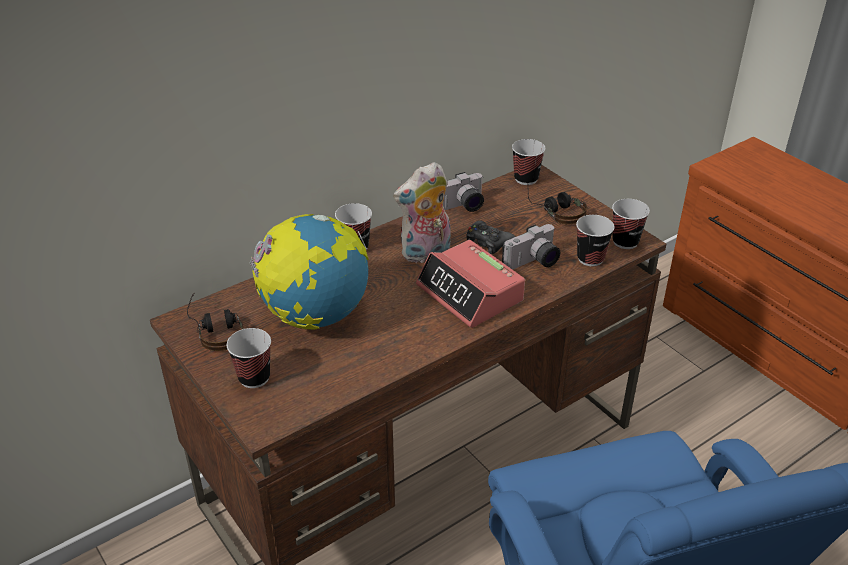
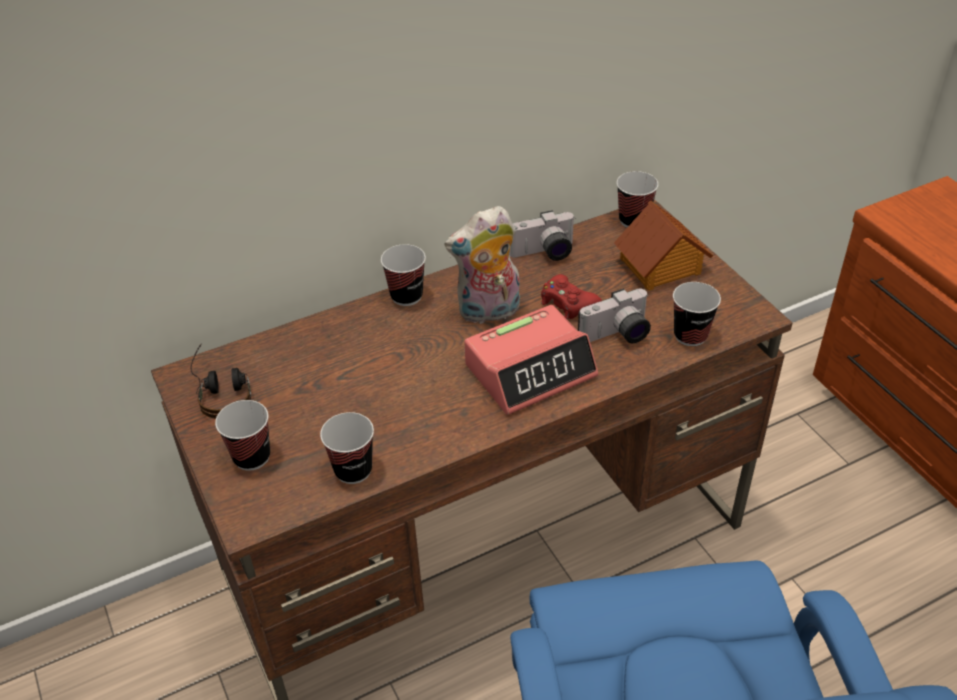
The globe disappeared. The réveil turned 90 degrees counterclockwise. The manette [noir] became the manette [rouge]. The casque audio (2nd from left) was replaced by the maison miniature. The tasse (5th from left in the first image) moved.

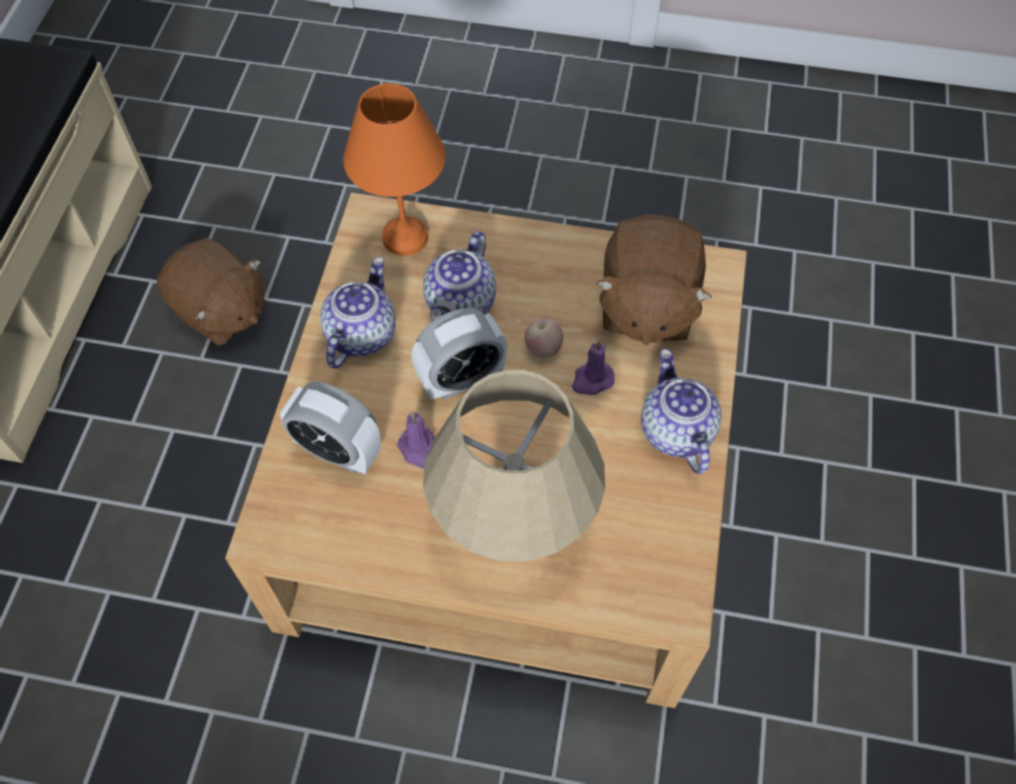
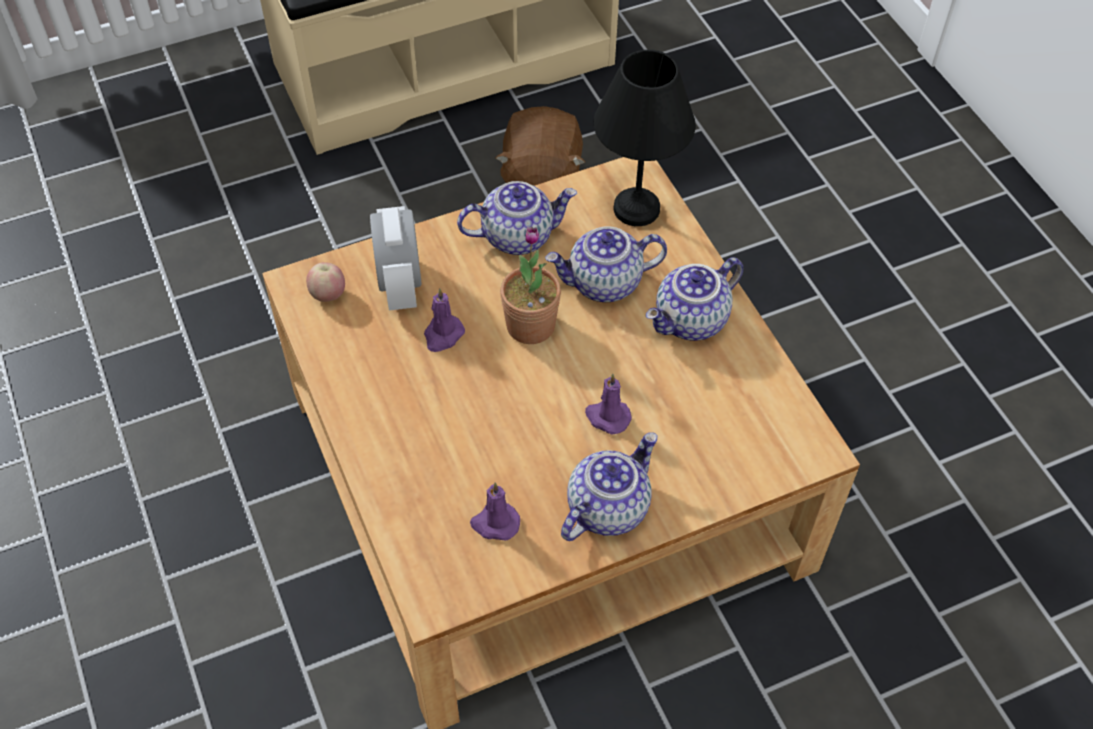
The lampe de table [orange] became the lampe de table [noir]. The réveil (2nd from left) was replaced by the plante en pot. The lampe de table [beige] disappeared. The pomme moved. The peluche [marron] (2nd from left) disappeared. The bougie [violet] (2nd from left) appeared. The théière (4th from left) appeared.

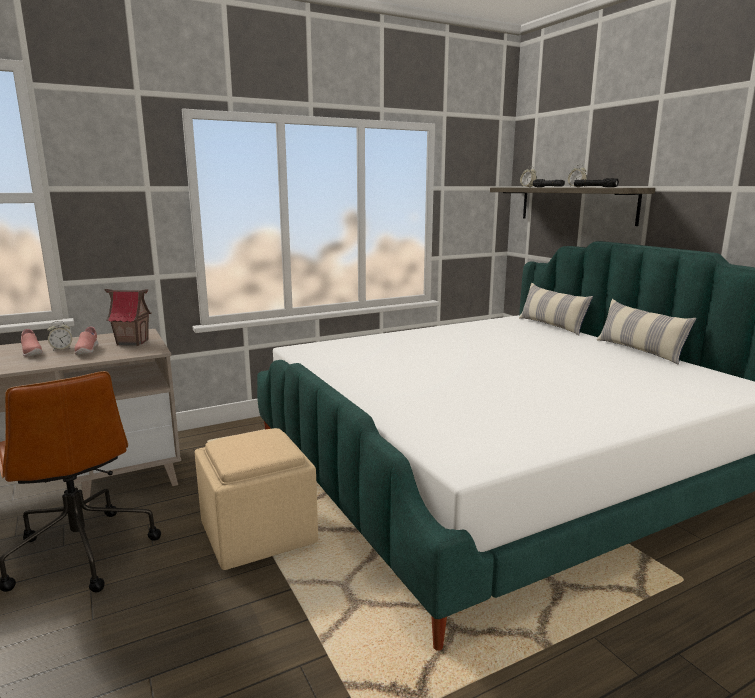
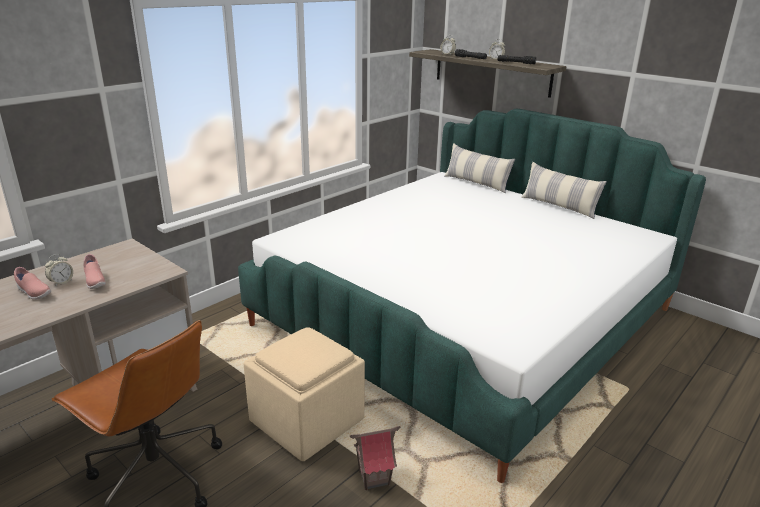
The maison miniature moved.

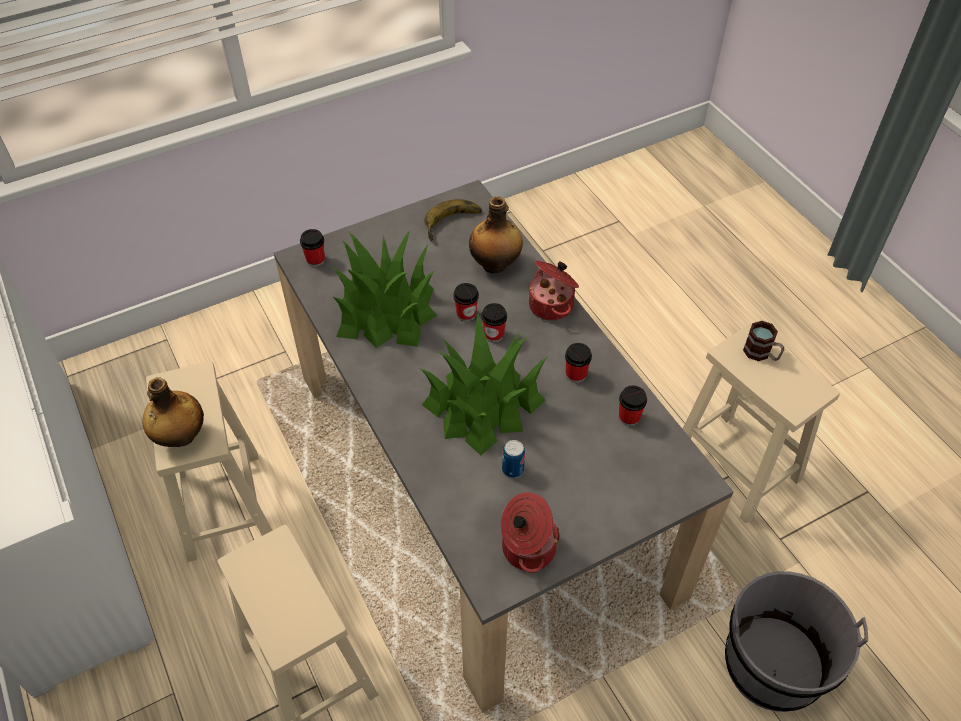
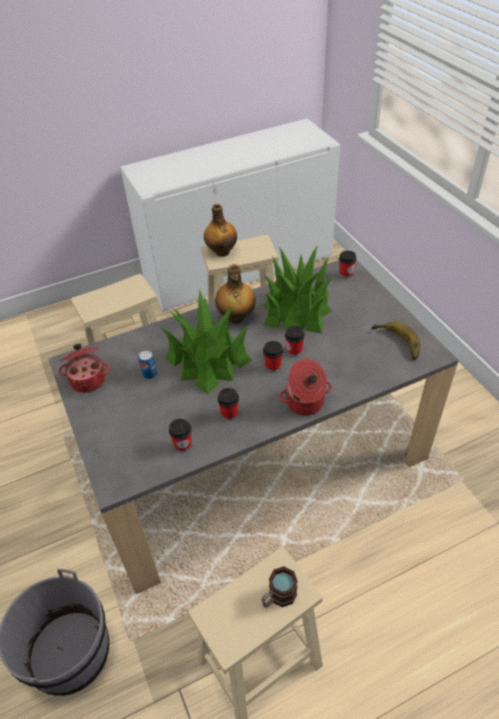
The bouteille (2nd from left) moved.

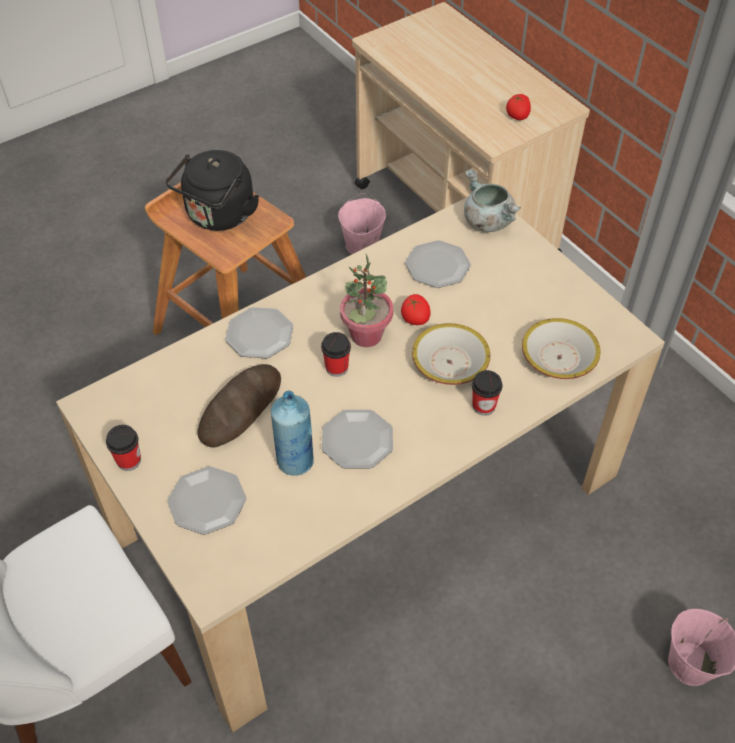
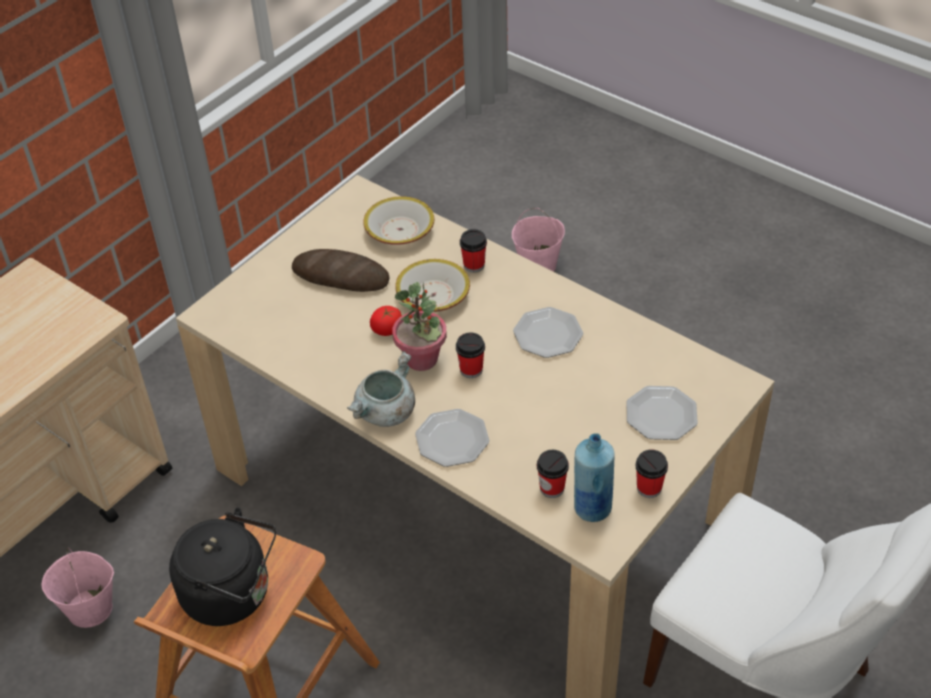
The pain moved. The bouteille [bleu] moved. The assiette (4th from left) disappeared. The marmite [gris] moved. The tomate (2nd from left) disappeared. The tasse (3rd from left) appeared.

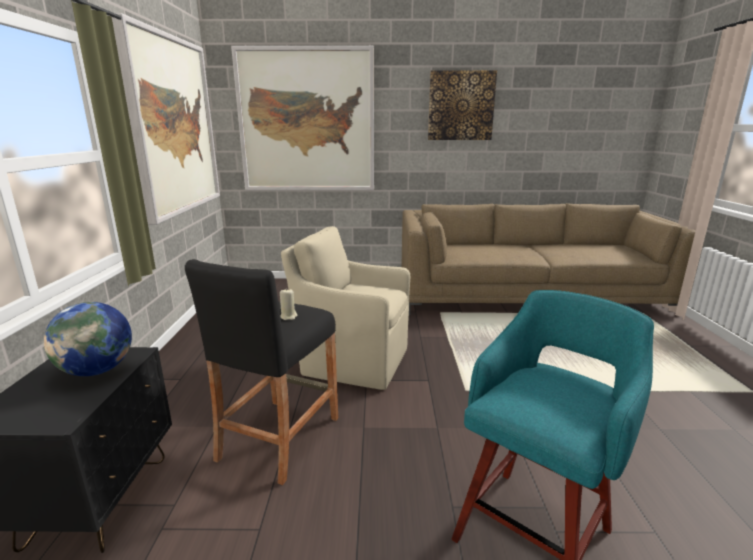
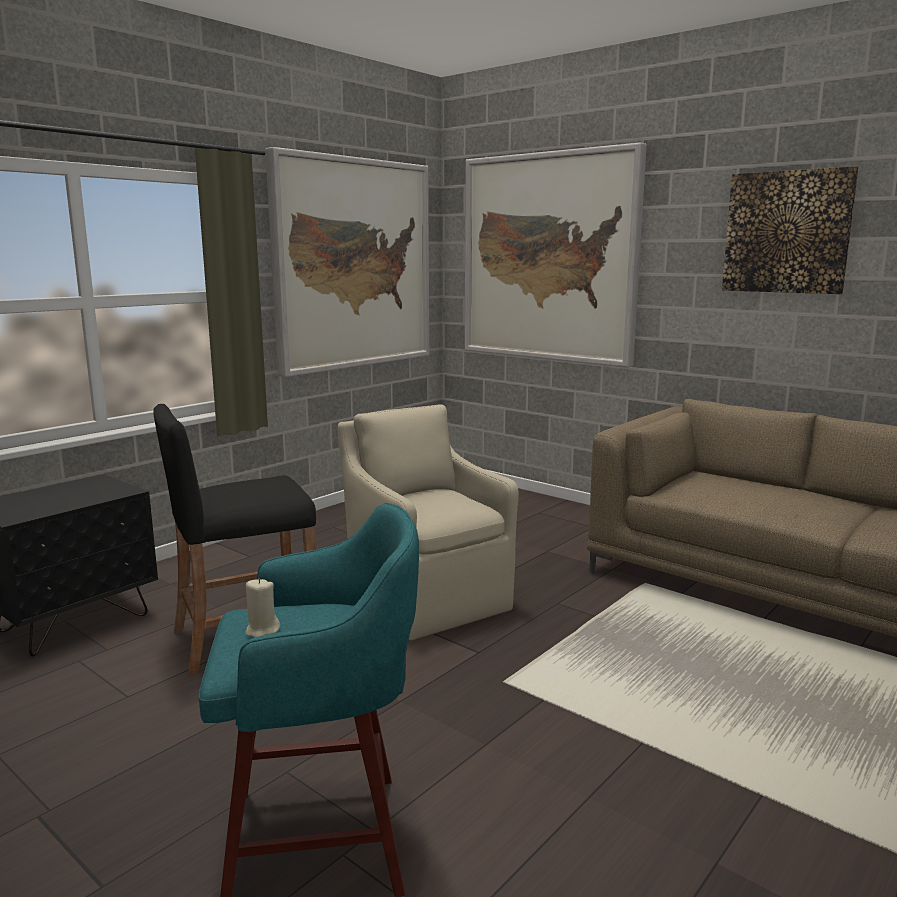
The globe disappeared. The bougie [beige] moved.

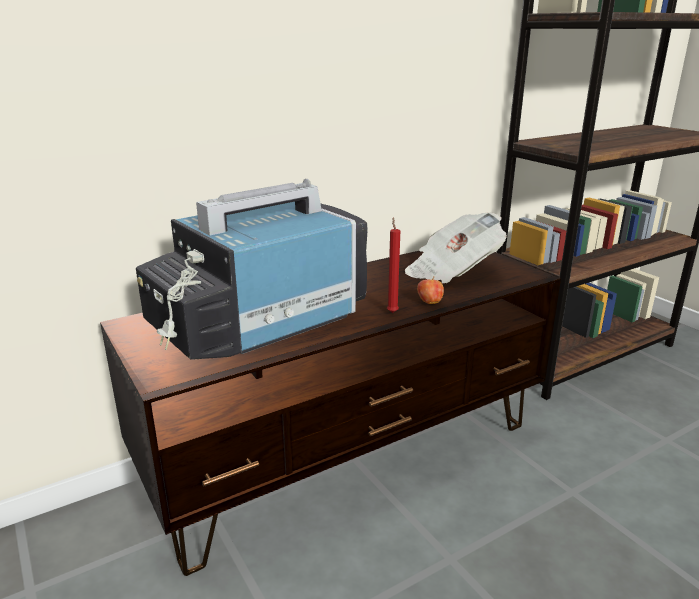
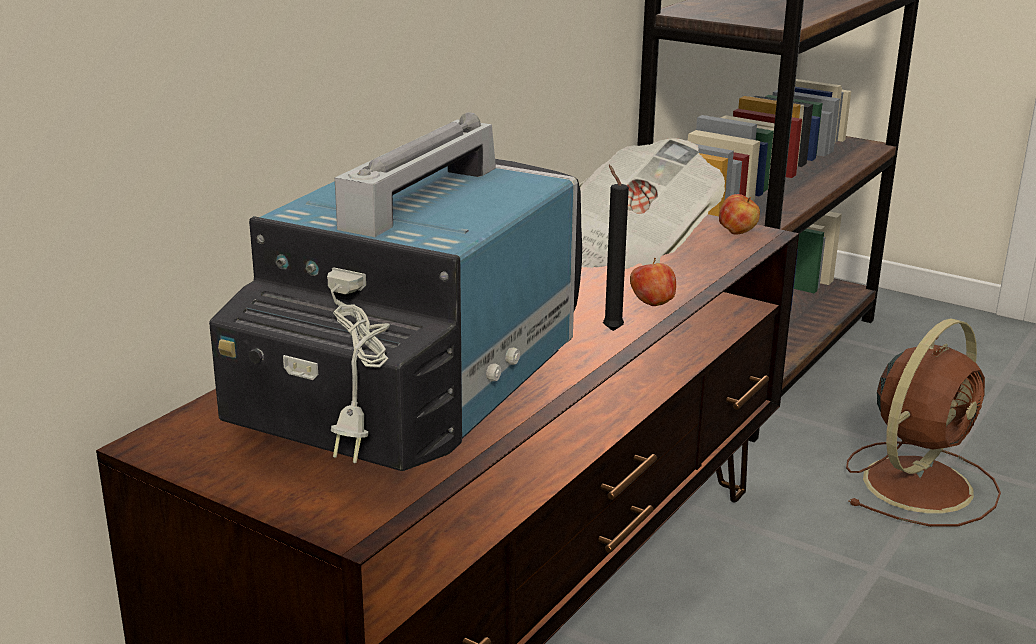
The bougie [rouge] became the bougie [noir]. The pomme (2nd from left) appeared. The ventilateur [marron] appeared.

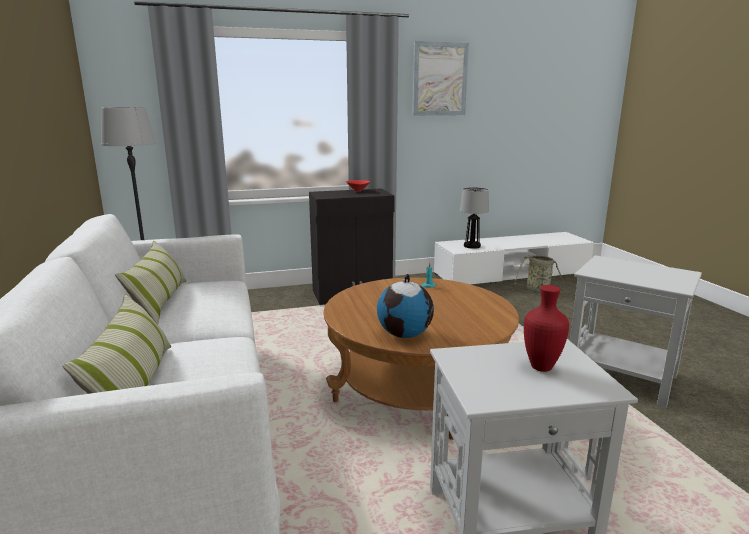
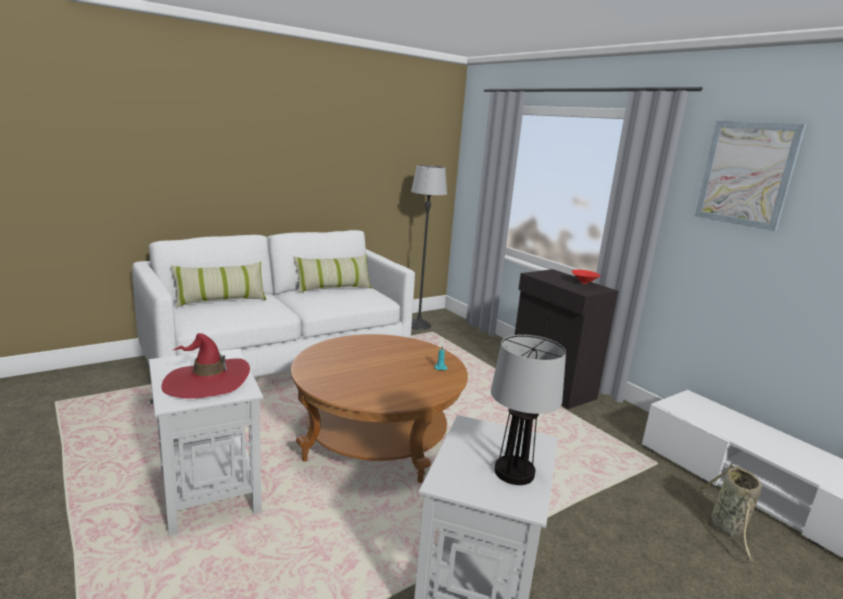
The globe disappeared. The lampe de table moved. The vase [rouge] was replaced by the chapeau [rouge].

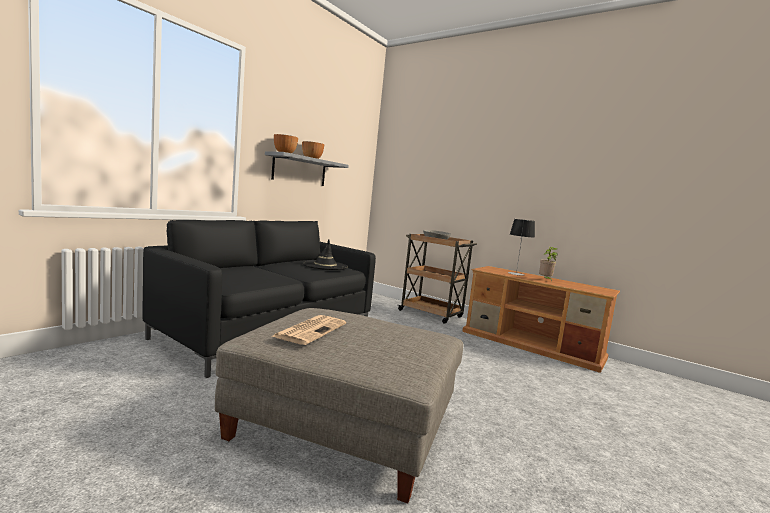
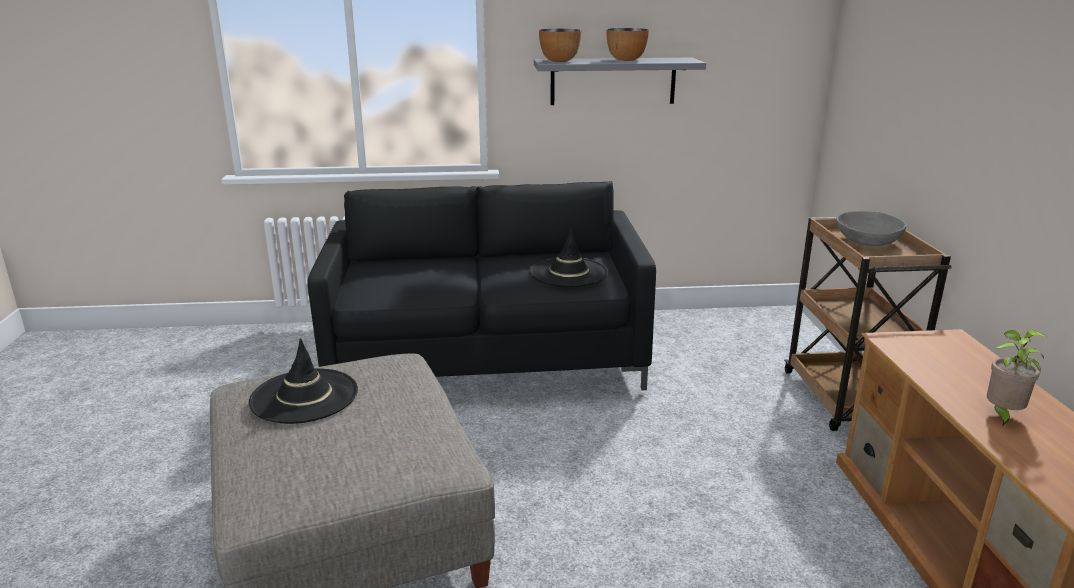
The journal was replaced by the chapeau [noir] (1st from left). The lampe de table disappeared.

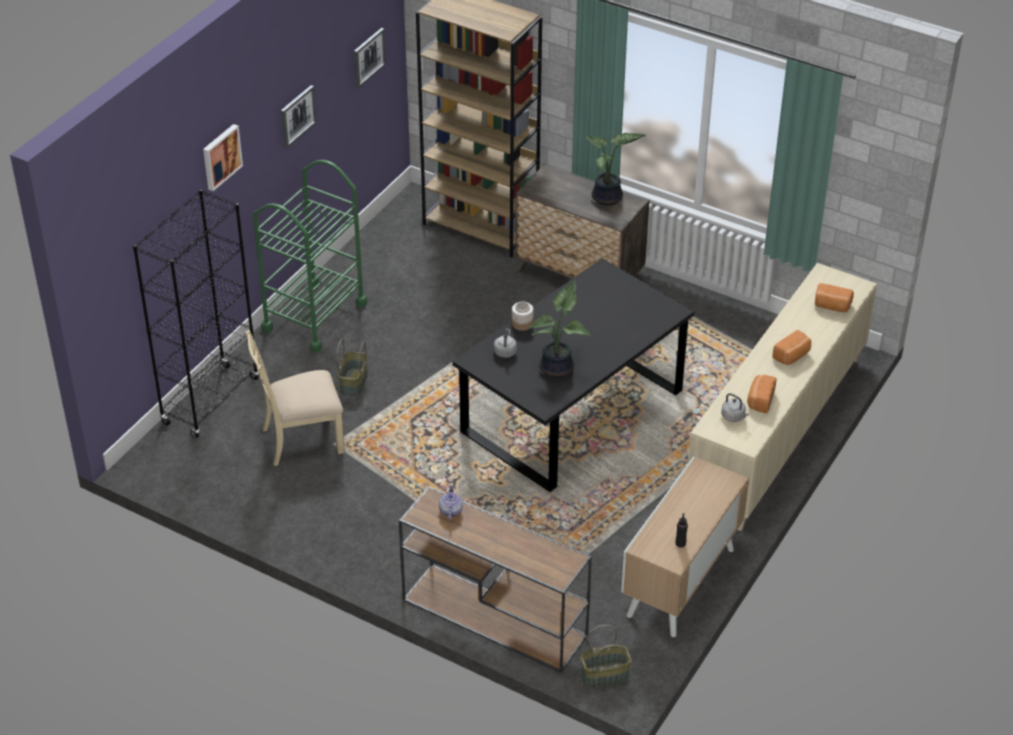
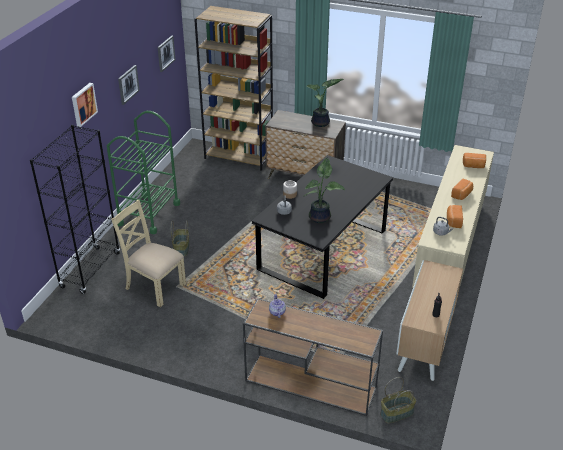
The chaise [beige] turned 60 degrees clockwise.

